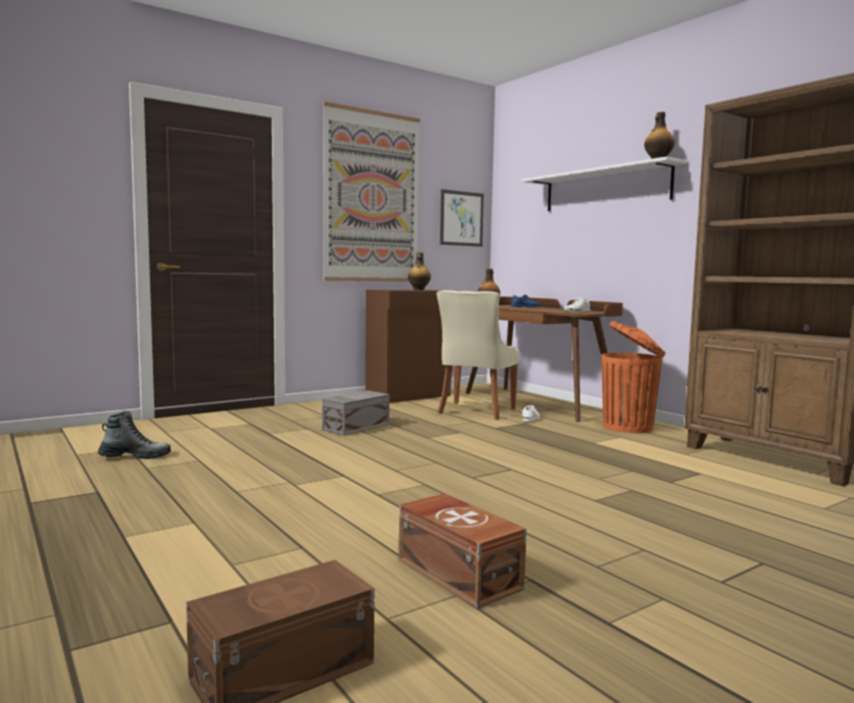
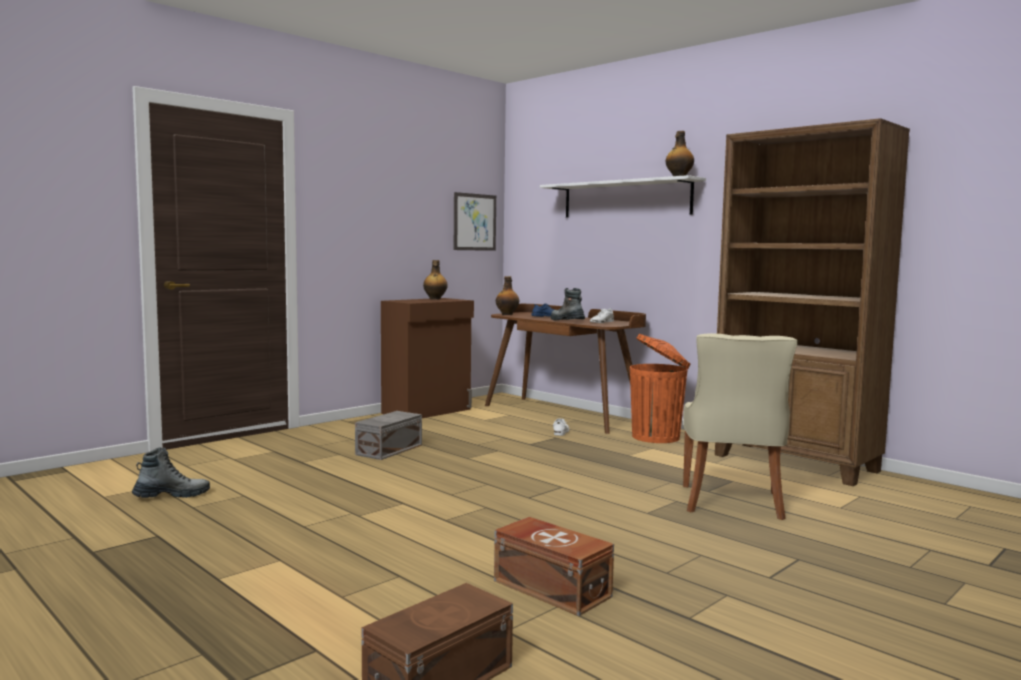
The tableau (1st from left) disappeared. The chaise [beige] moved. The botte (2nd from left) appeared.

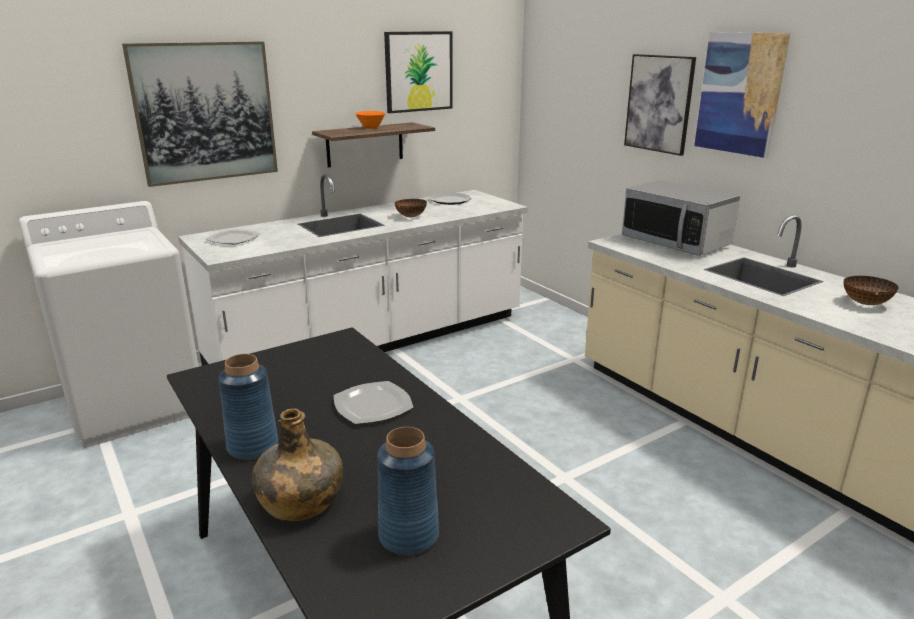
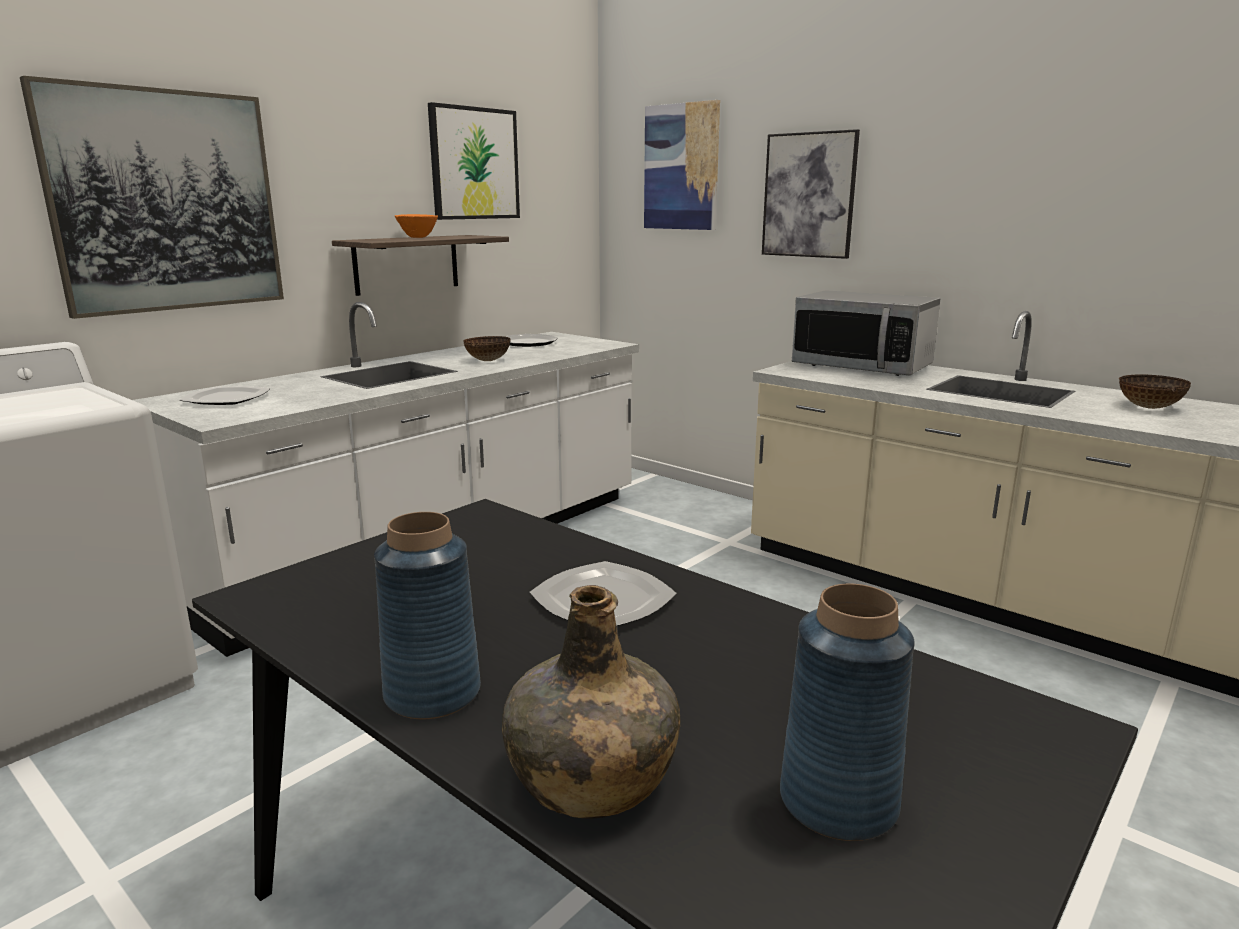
The tableau (4th from left in the first image) moved.

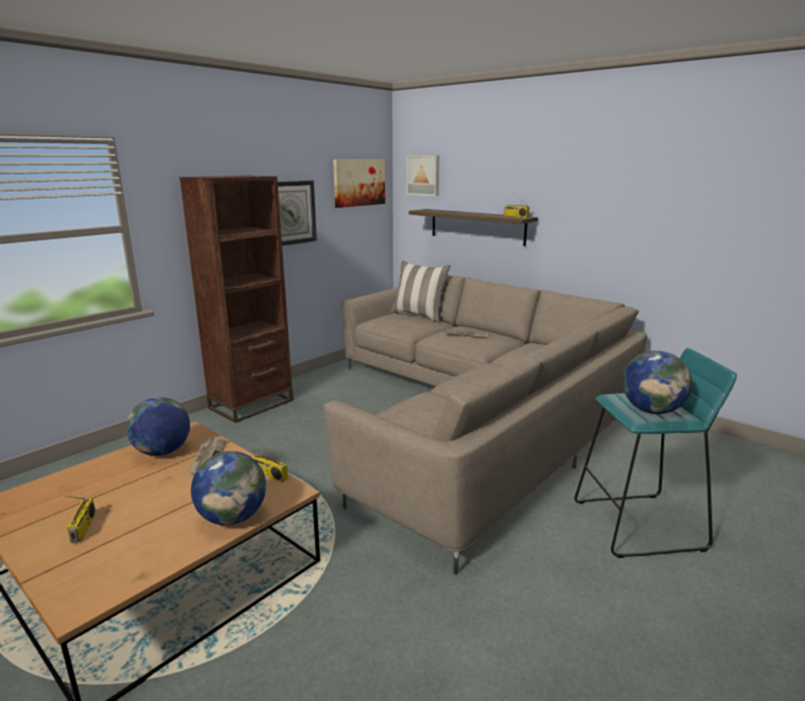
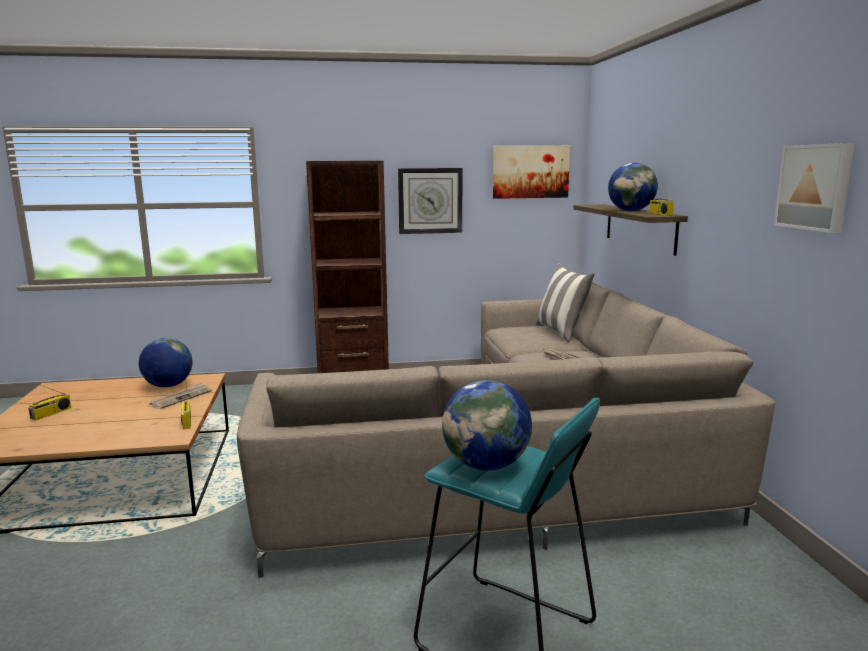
The globe (2nd from left in the first image) moved. The tableau (2nd from left) moved.

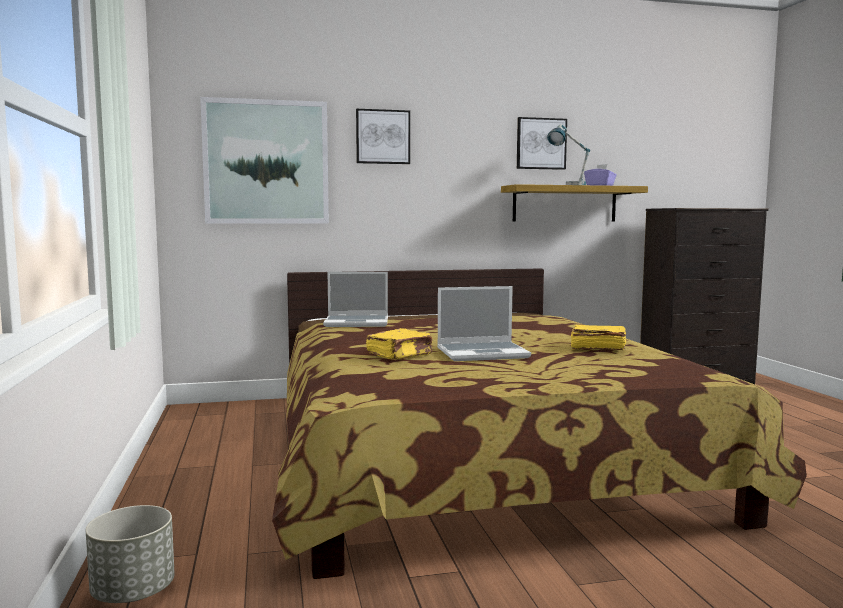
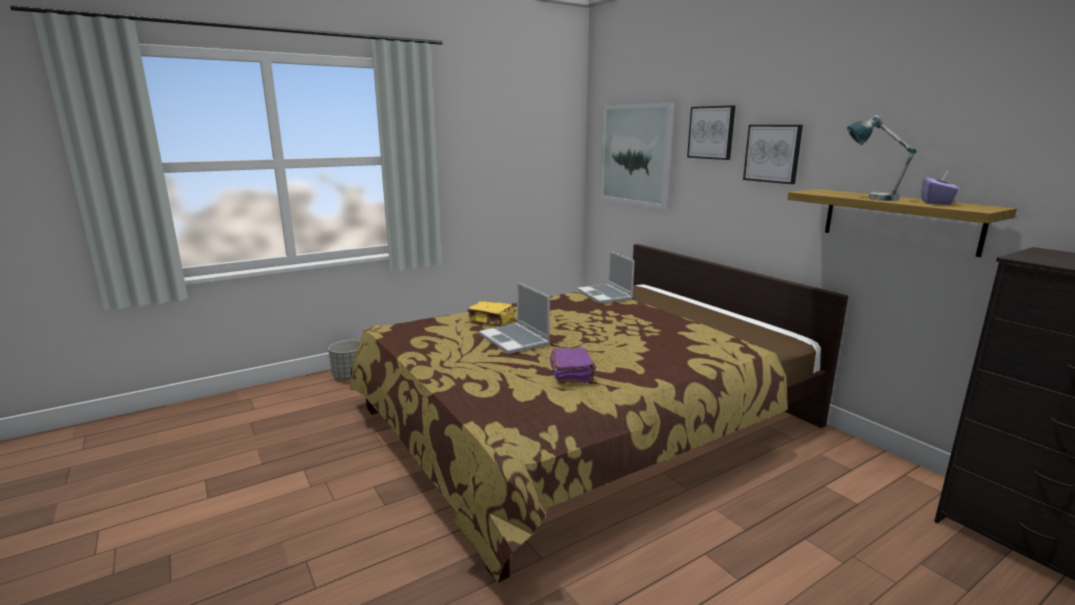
The tableau (3rd from left) moved. The livre [jaune] (2nd from left) became the livre [violet].

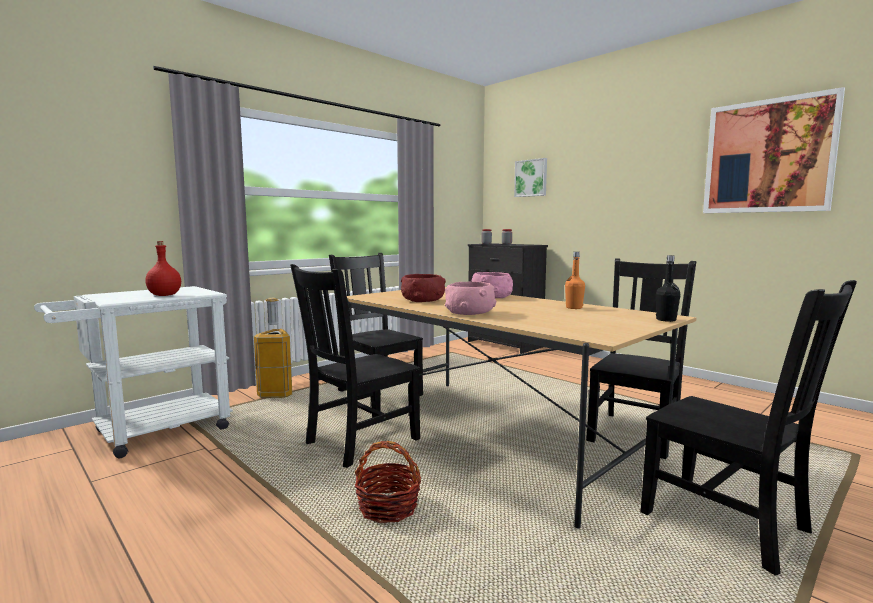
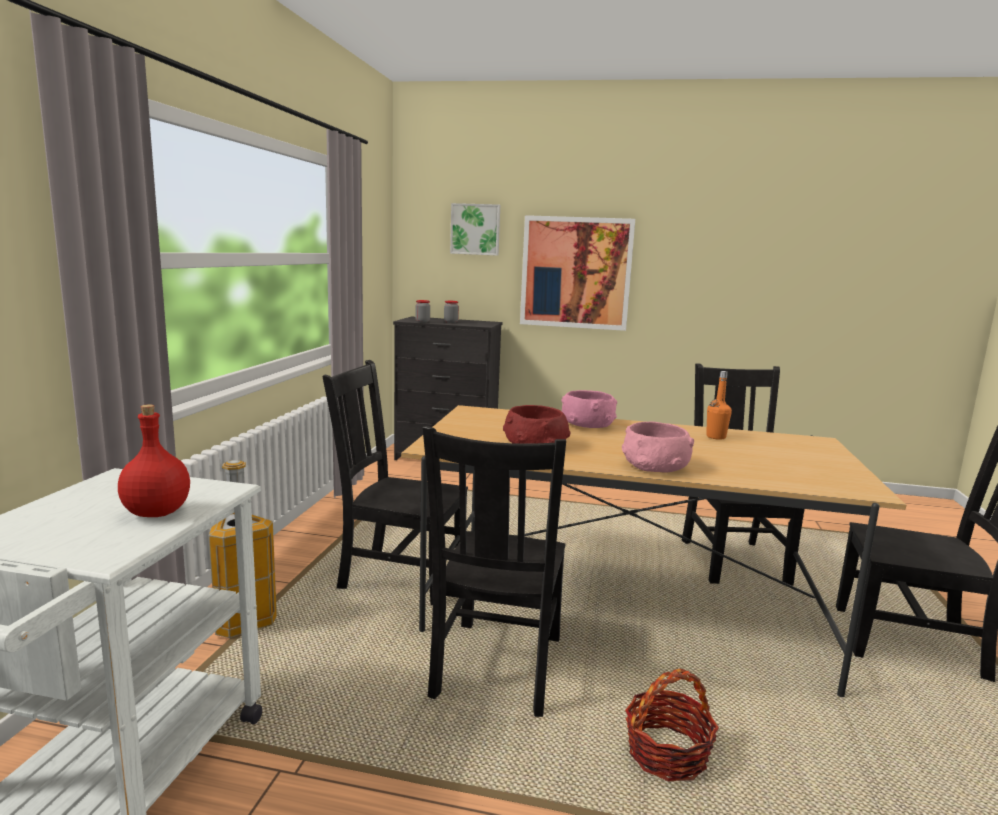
The bouteille [noir] disappeared. The tableau (2nd from left) moved.

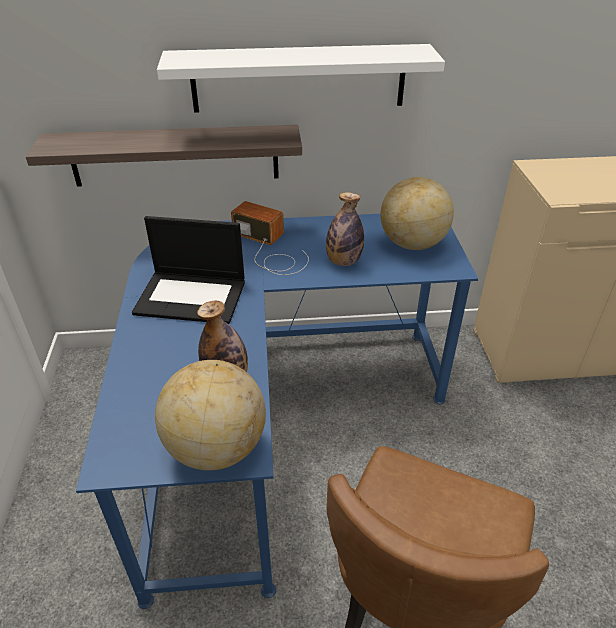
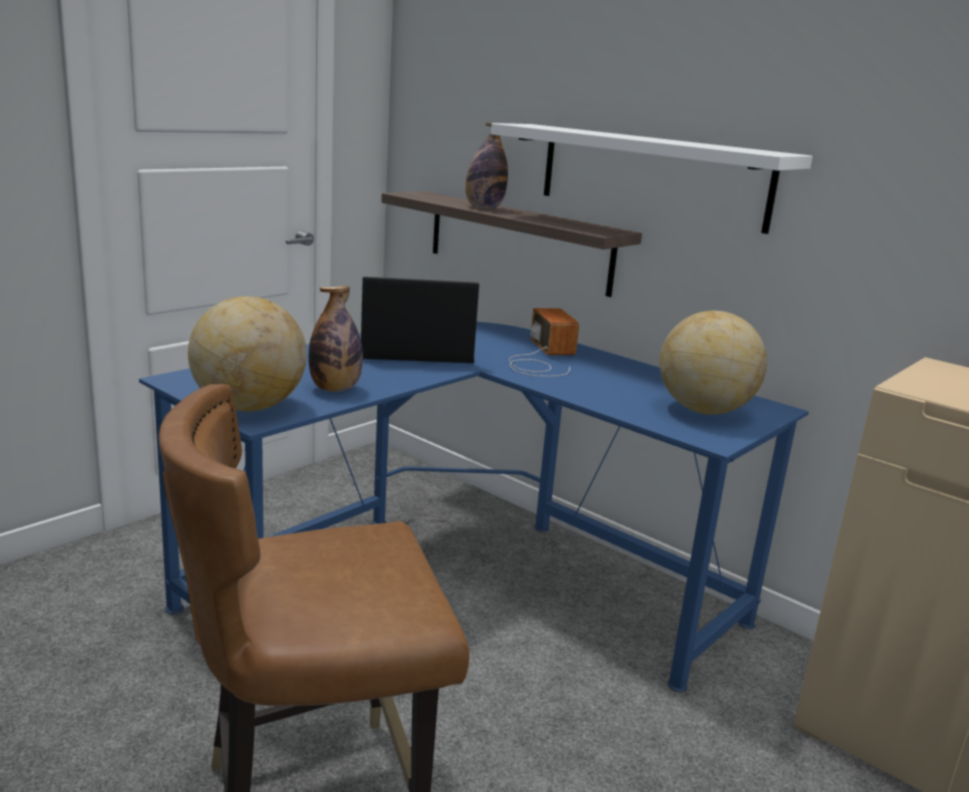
The ordinateur portable turned 120 degrees clockwise. The bouteille (2nd from left) moved.

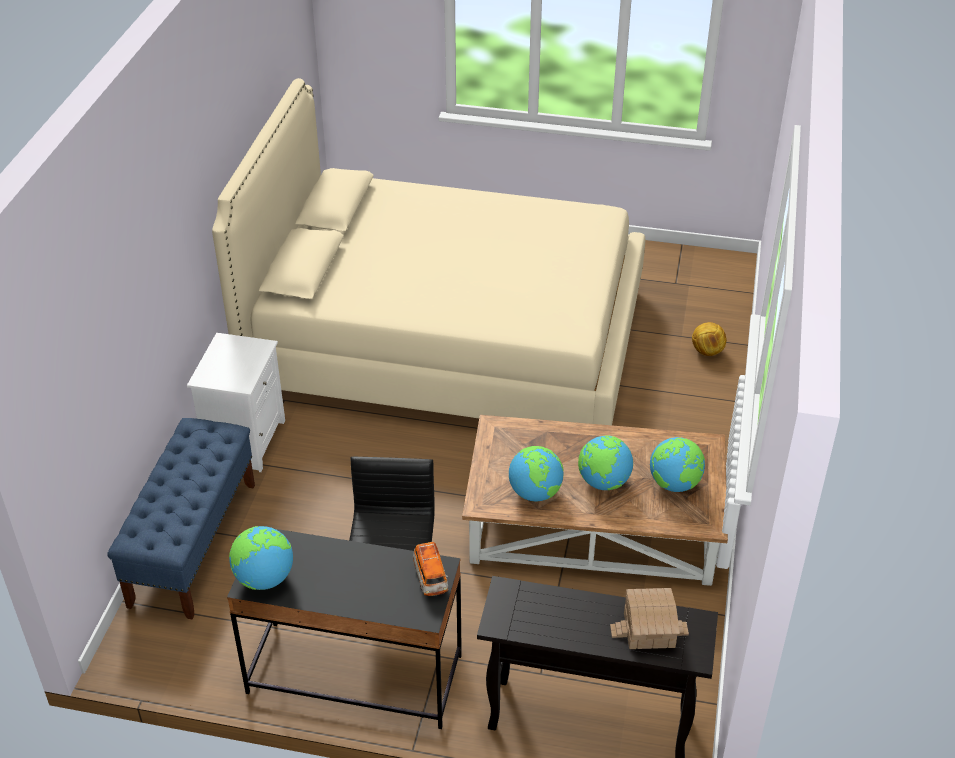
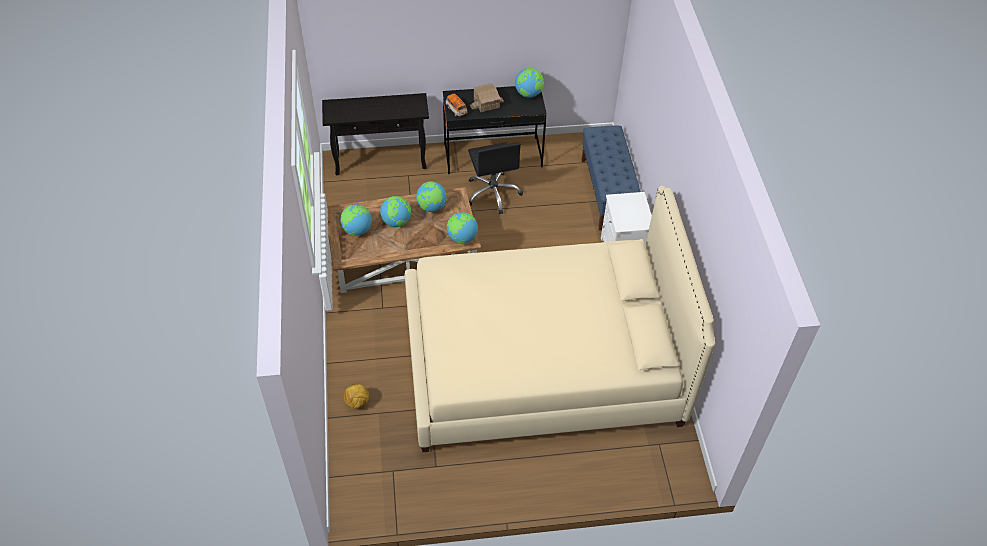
The maison miniature moved. The globe (4th from left) appeared.

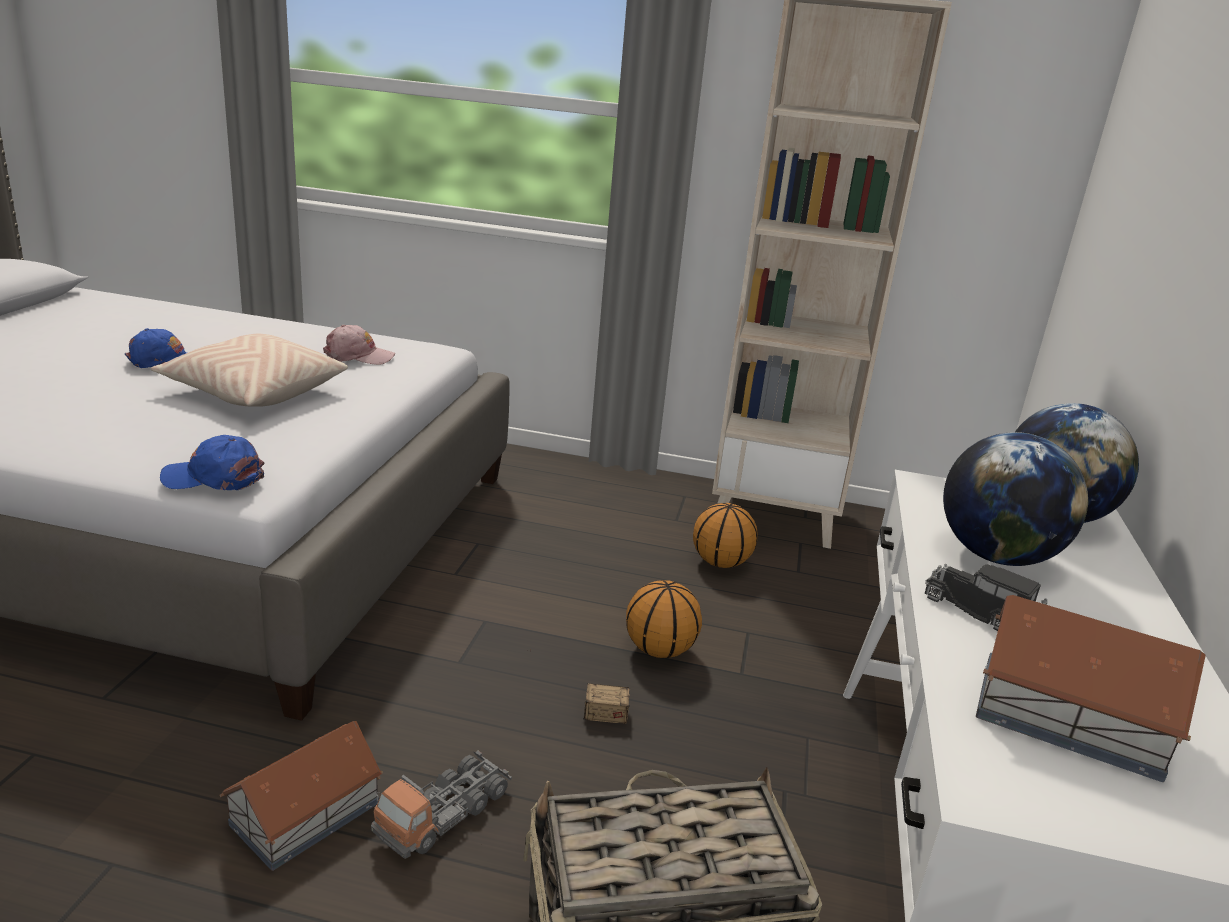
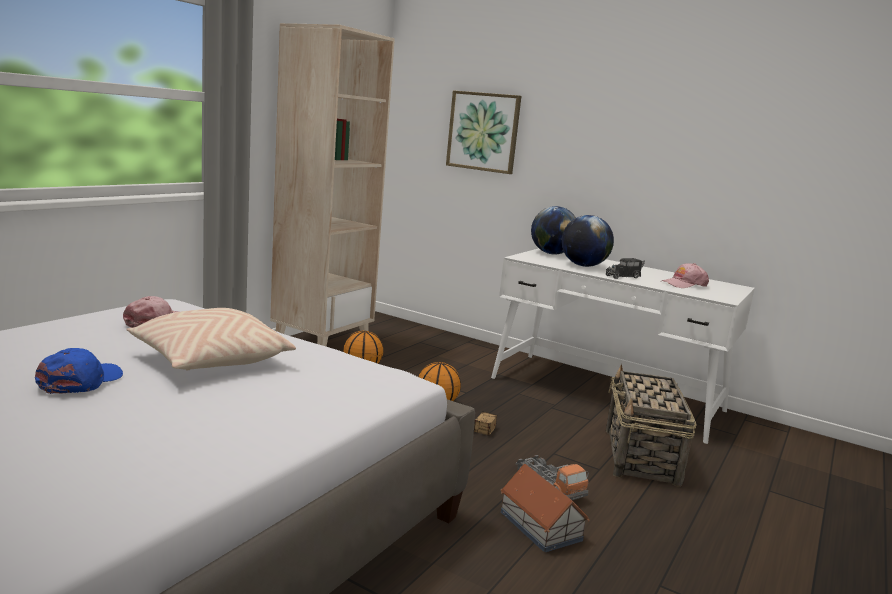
The casquette [bleu] (2nd from left) disappeared. The maison miniature (2nd from left) was replaced by the casquette [rose] (2nd from left). The tableau appeared.

